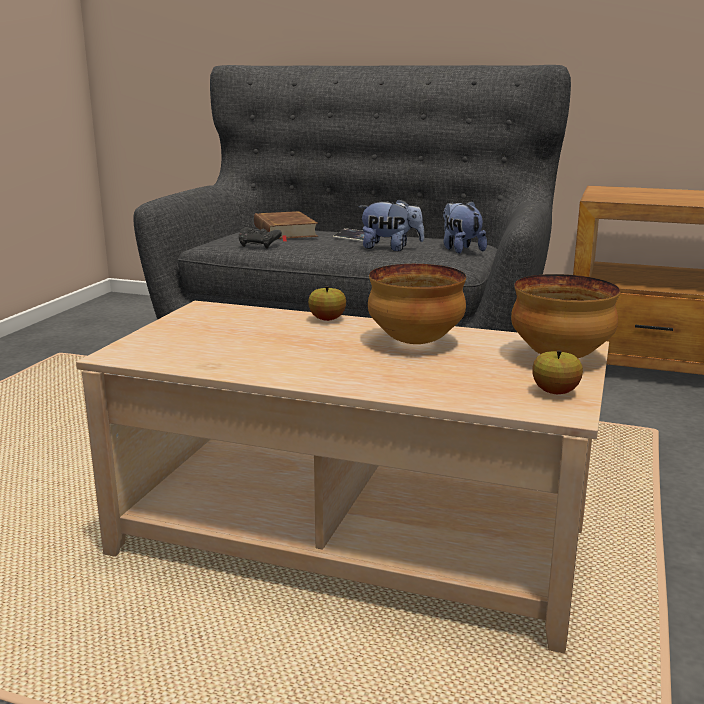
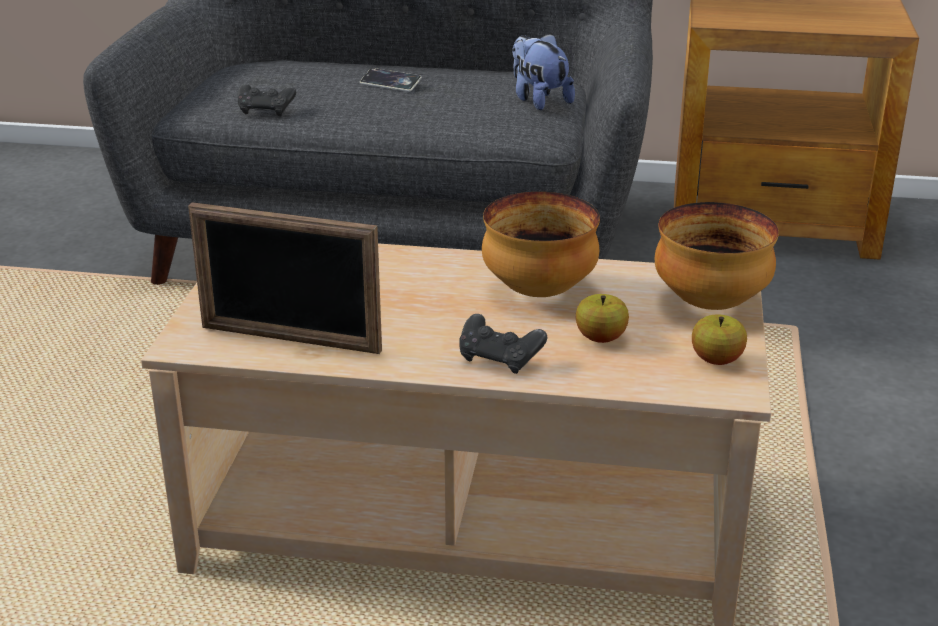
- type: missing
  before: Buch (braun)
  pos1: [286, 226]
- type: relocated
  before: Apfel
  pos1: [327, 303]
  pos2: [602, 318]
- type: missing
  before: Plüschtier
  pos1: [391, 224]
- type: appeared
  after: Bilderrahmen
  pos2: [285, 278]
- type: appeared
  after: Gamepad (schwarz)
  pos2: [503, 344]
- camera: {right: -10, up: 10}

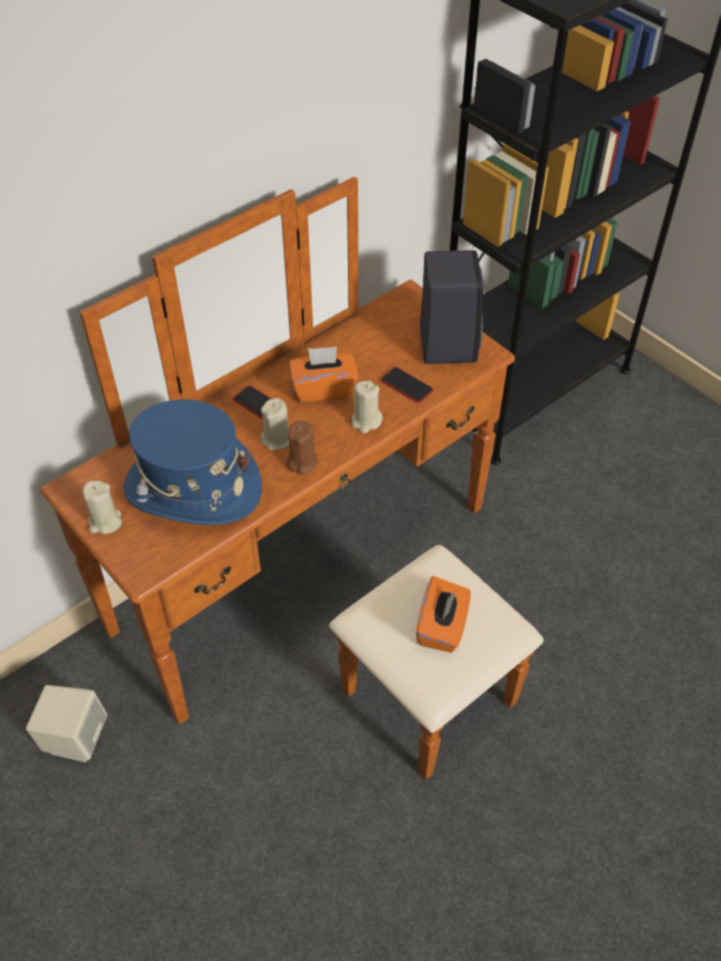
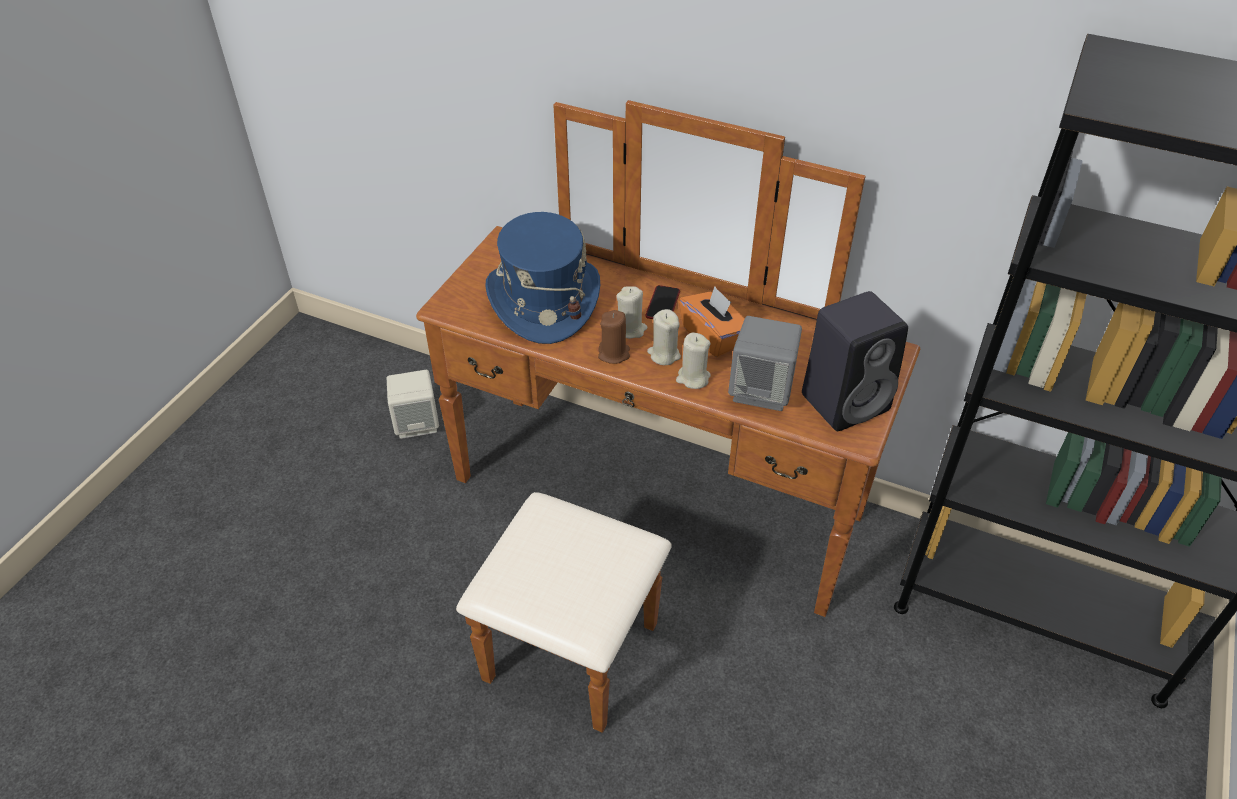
- type: relocated
  before: Kerze (beige)
  pos1: [102, 507]
  pos2: [664, 337]
- type: exchanged
  before: Handy
  after: Lautsprecher (grau)
  pos1: [407, 385]
  pos2: [765, 363]
- type: missing
  before: Taschentuchbox (orange)
  pos1: [443, 614]
- camera: {right: 65, up: -5}

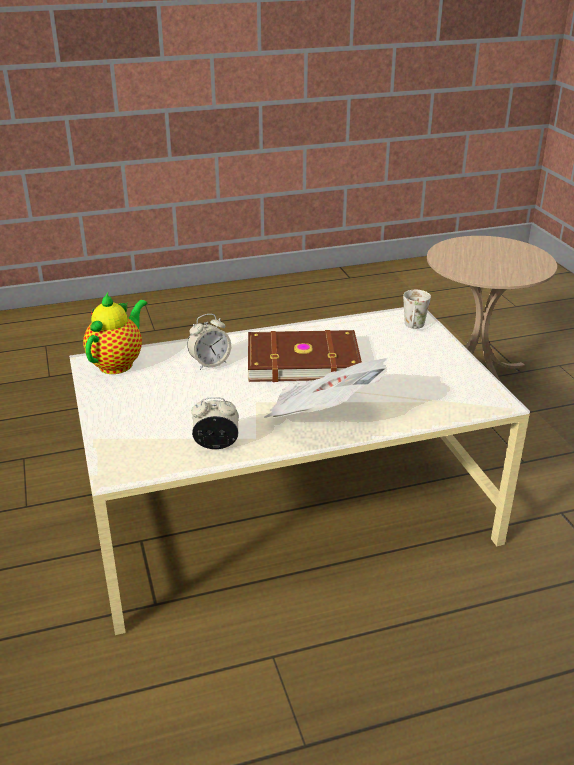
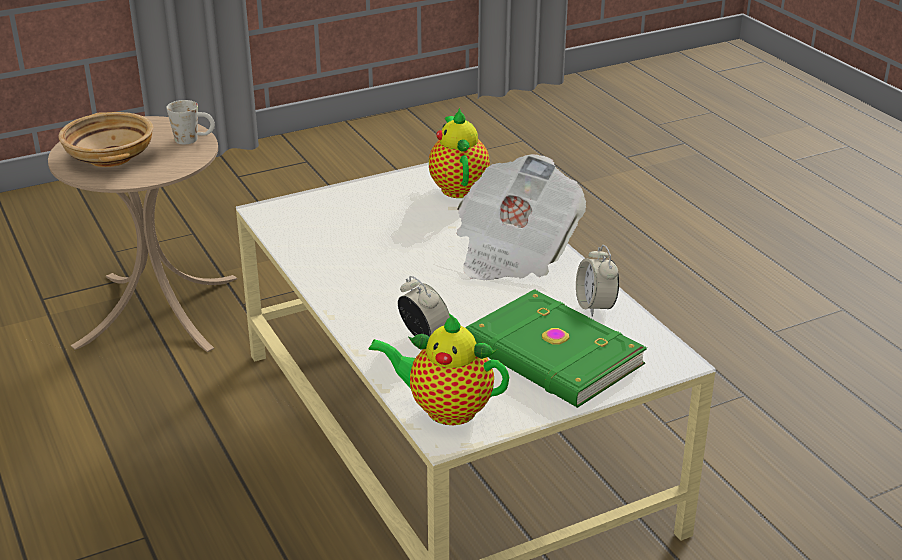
- type: missing
  before: Buch (braun)
  pos1: [305, 356]
- type: relocated
  before: Henkelbecher (weiß)
  pos1: [417, 309]
  pos2: [190, 122]
- type: appeared
  after: Schüssel (beige)
  pos2: [105, 139]
- type: appeared
  after: Teekanne
  pos2: [459, 153]
- type: appeared
  after: Buch (grün)
  pos2: [556, 348]
- camera: {right: -100, up: 0}

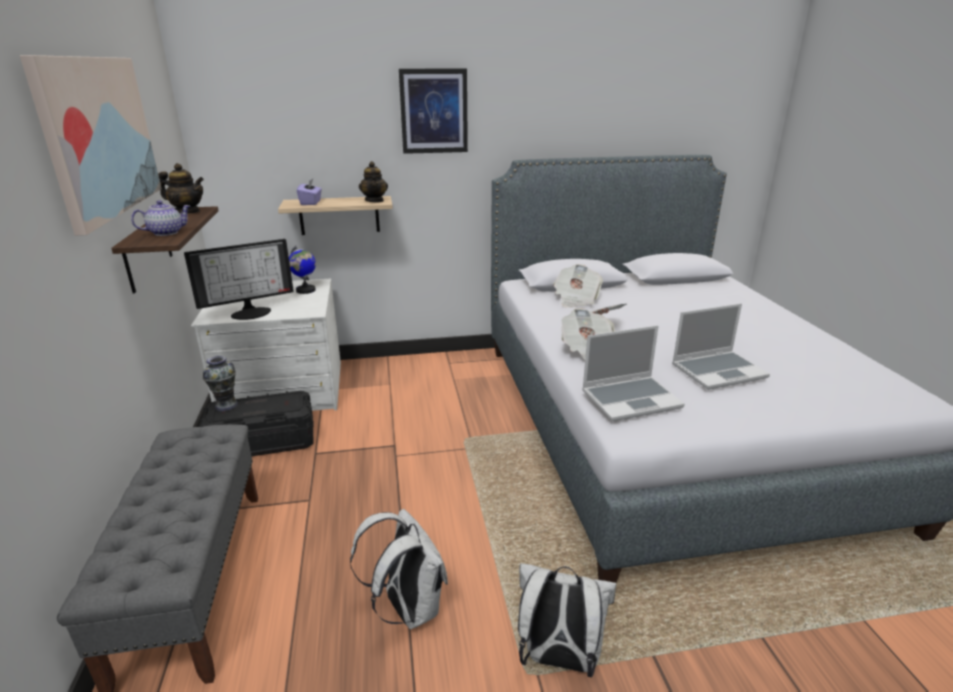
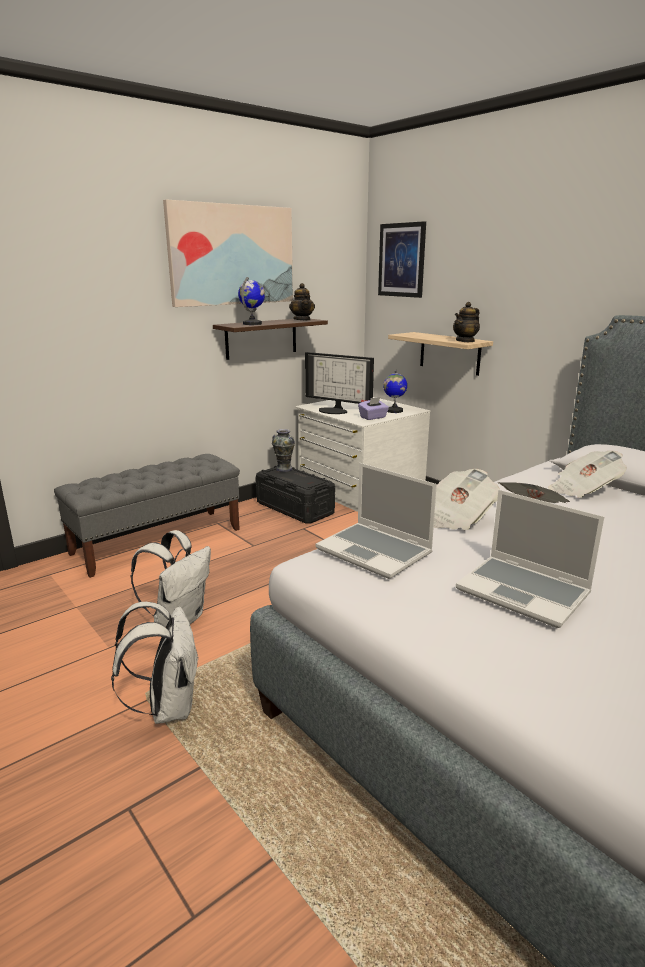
- type: exchanged
  before: Teekanne
  after: Globus
  pos1: [161, 218]
  pos2: [251, 301]
- type: relocated
  before: Taschentuchbox (lila)
  pos1: [309, 192]
  pos2: [373, 408]
- type: relocated
  before: Bild
  pos1: [433, 111]
  pos2: [402, 259]
- camera: {right: 60, up: -5}

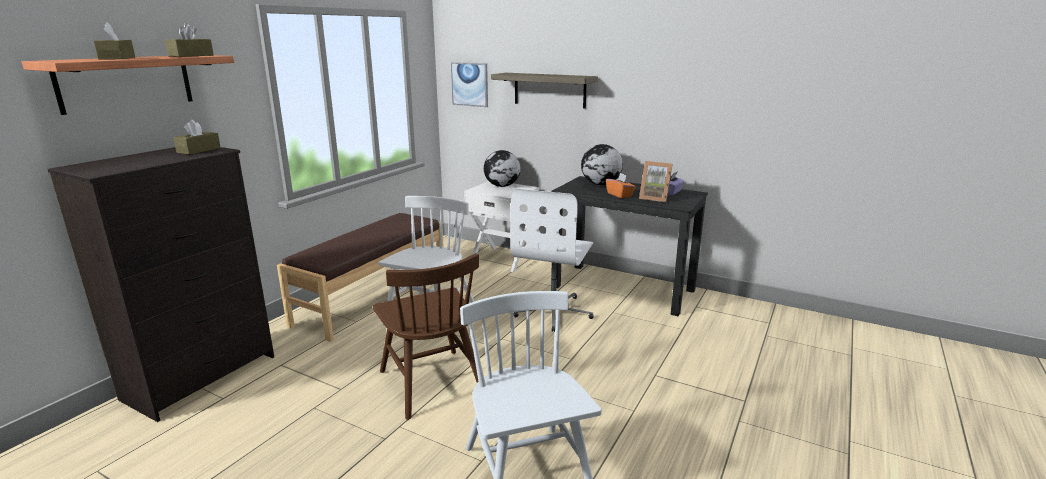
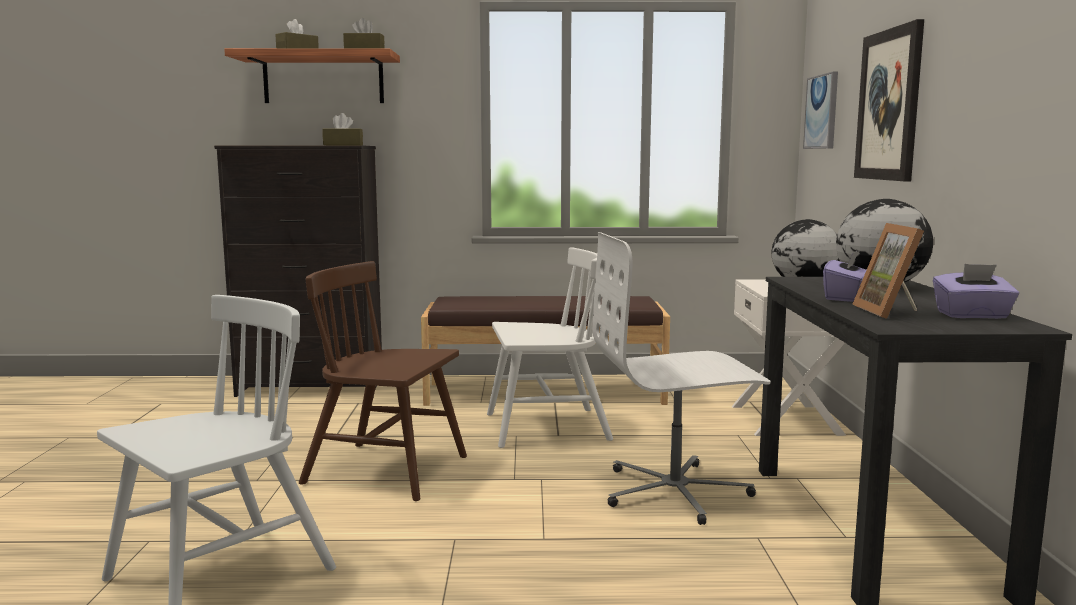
- type: spun
  before: Stuhl (braun)
  pos1: [426, 336]
  pos2: [383, 381]
  turn: 75
- type: exchanged
  before: Wandregal
  after: Bild
  pos1: [544, 90]
  pos2: [889, 100]
- type: colour
  before: Taschentuchbox (orange)
  after: Taschentuchbox (lila)
  pos1: [621, 185]
  pos2: [844, 276]
- camera: {right: 60, up: -10}

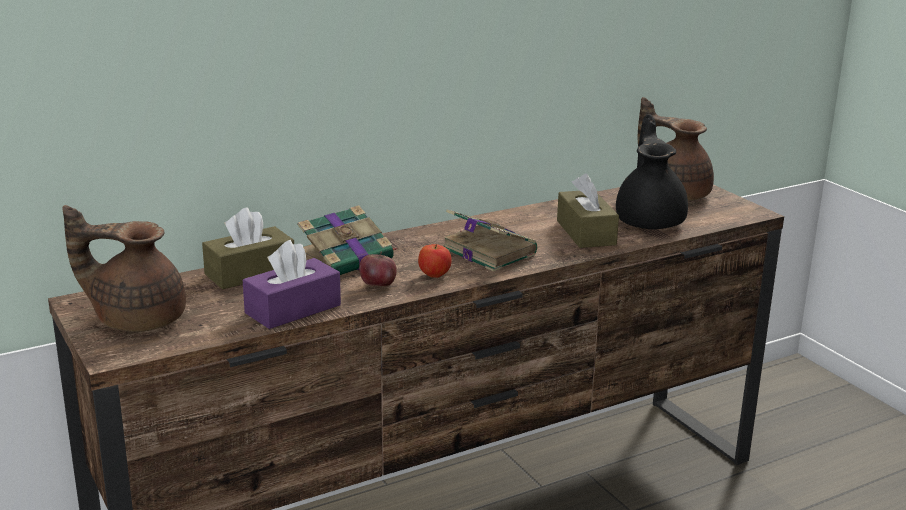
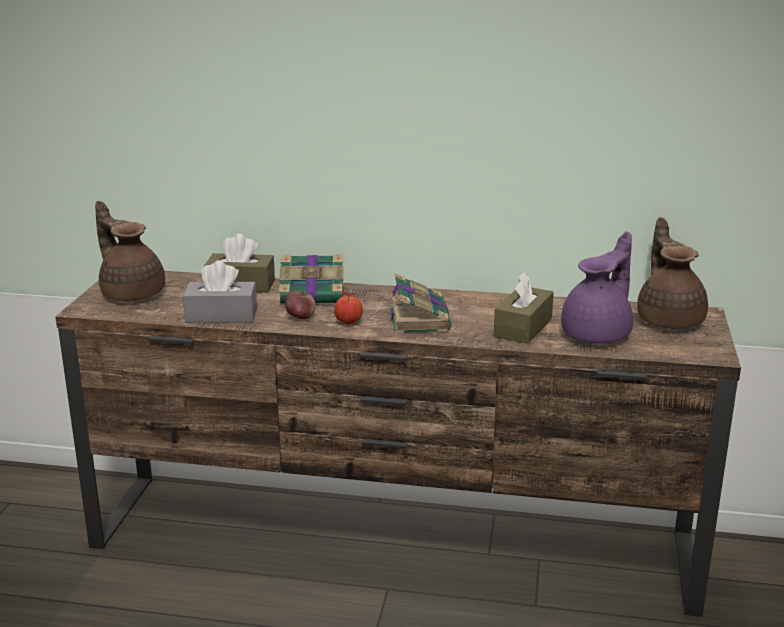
- type: colour
  before: Taschentuchbox (lila)
  after: Taschentuchbox (grau)
  pos1: [292, 284]
  pos2: [220, 291]
- type: colour
  before: Teekanne (schwarz)
  after: Teekanne (lila)
  pos1: [652, 171]
  pos2: [597, 287]
- camera: {right: 40, up: 0}

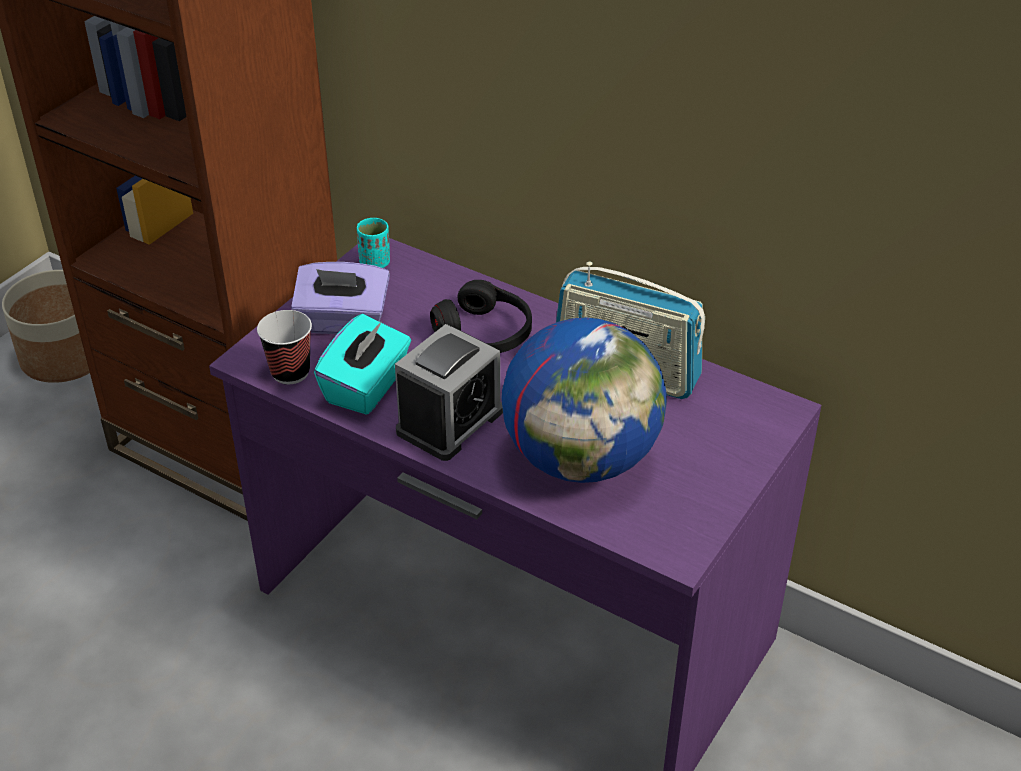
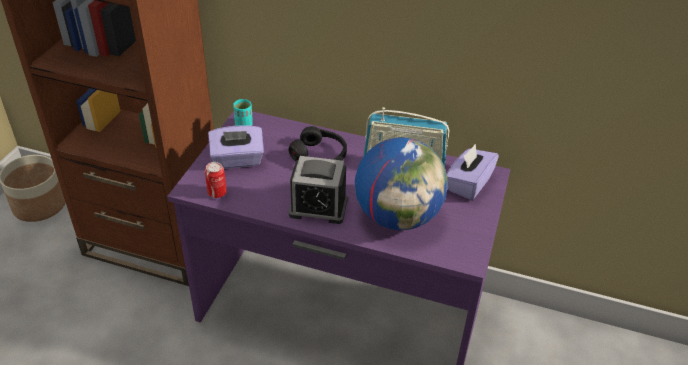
- type: exchanged
  before: Tasse
  after: Dose
  pos1: [284, 347]
  pos2: [216, 180]
- type: missing
  before: Taschentuchbox (türkis)
  pos1: [362, 364]
- type: spun
  before: Wecker
  pos1: [449, 392]
  pos2: [318, 190]
  turn: 75
- type: appeared
  after: Taschentuchbox (lila)
  pos2: [473, 172]
- camera: {right: -15, up: 0}

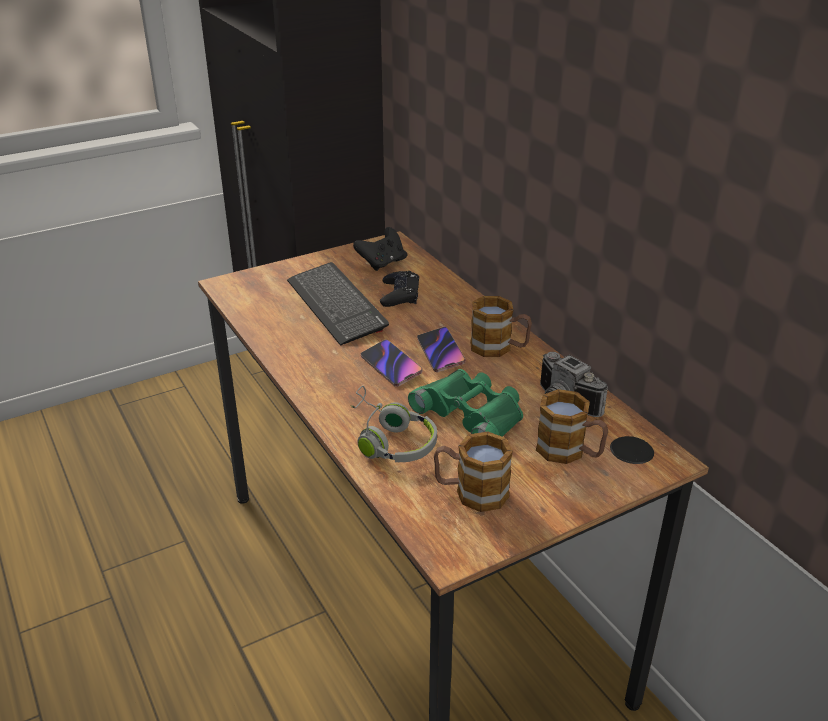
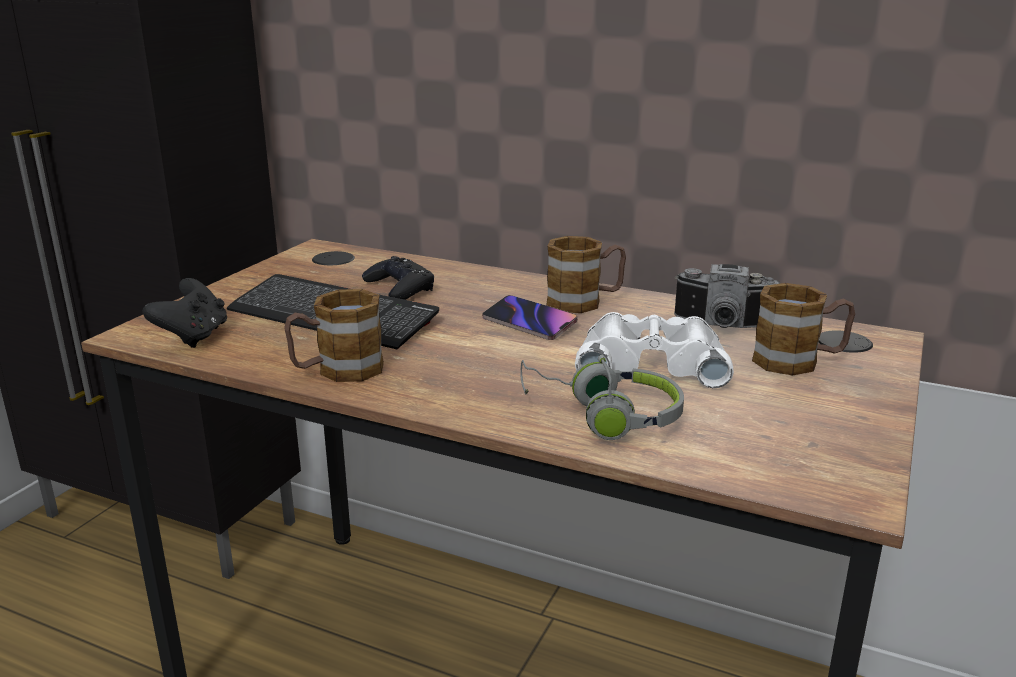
- type: relocated
  before: Gamepad (schwarz)
  pos1: [378, 249]
  pos2: [185, 313]
- type: missing
  before: Handy
  pos1: [391, 363]
- type: colour
  before: Fernglas (grün)
  after: Fernglas (weiß)
  pos1: [465, 403]
  pos2: [654, 350]
- type: relocated
  before: Henkelbecher
  pos1: [473, 472]
  pos2: [334, 335]
- camera: {right: -35, up: -10}

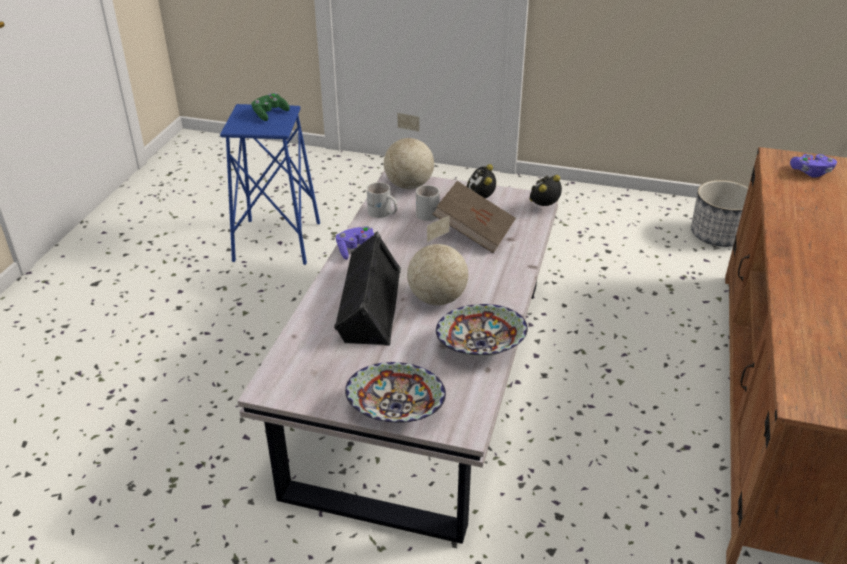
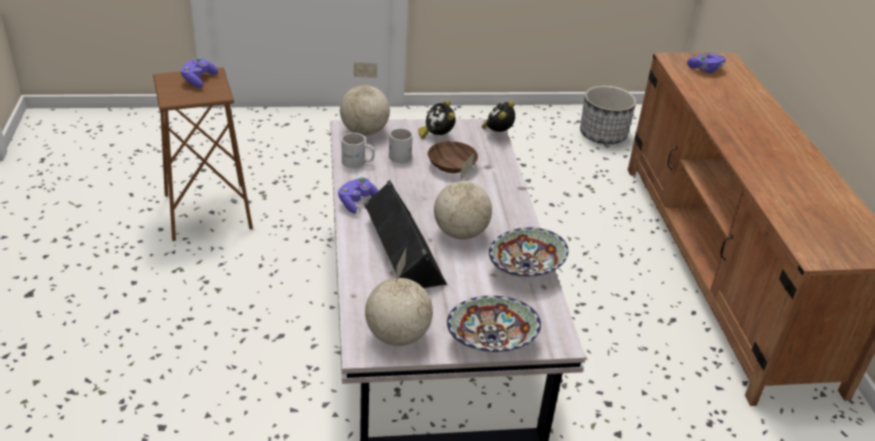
- type: colour
  before: Hocker (blau)
  after: Hocker (braun)
  pos1: [270, 184]
  pos2: [203, 154]
- type: colour
  before: Gamepad (grün)
  after: Gamepad (lila)
  pos1: [270, 107]
  pos2: [199, 72]
- type: exchanged
  before: Buch (braun)
  after: Schüssel (braun)
  pos1: [474, 217]
  pos2: [453, 157]
- type: appeared
  after: Globus
  pos2: [399, 297]
- camera: {right: -25, up: 0}

